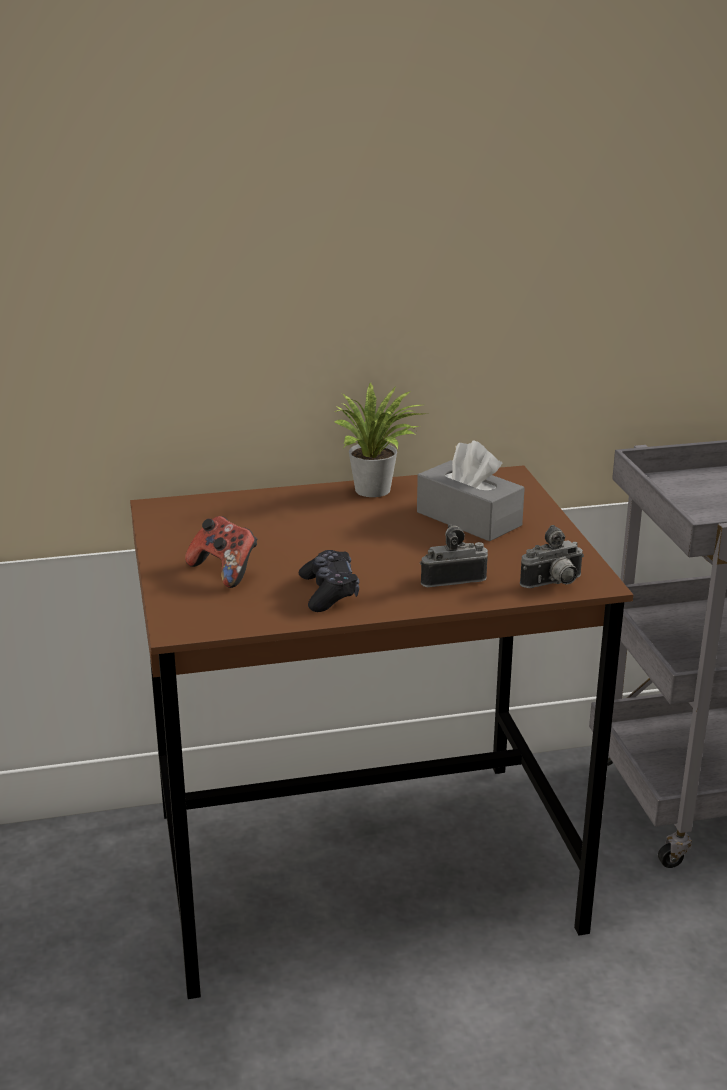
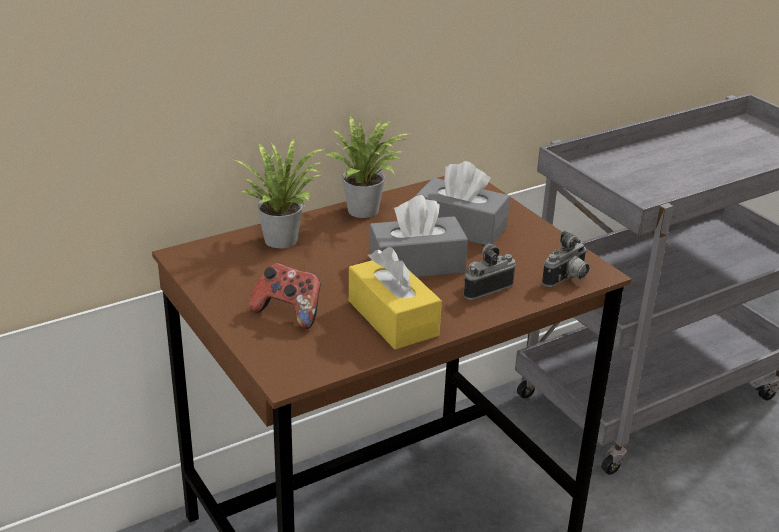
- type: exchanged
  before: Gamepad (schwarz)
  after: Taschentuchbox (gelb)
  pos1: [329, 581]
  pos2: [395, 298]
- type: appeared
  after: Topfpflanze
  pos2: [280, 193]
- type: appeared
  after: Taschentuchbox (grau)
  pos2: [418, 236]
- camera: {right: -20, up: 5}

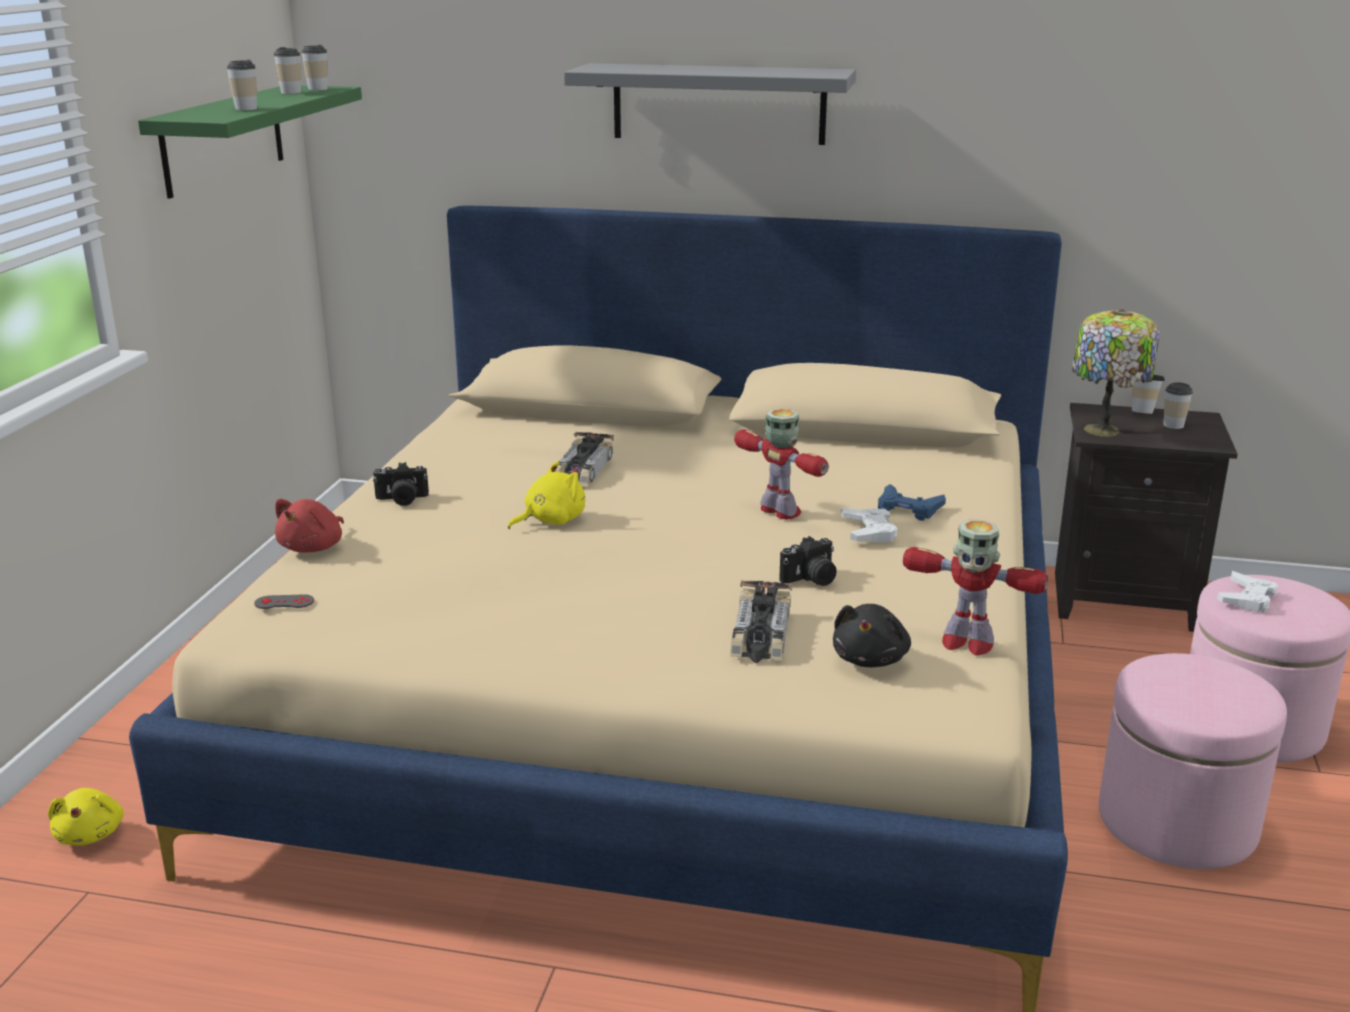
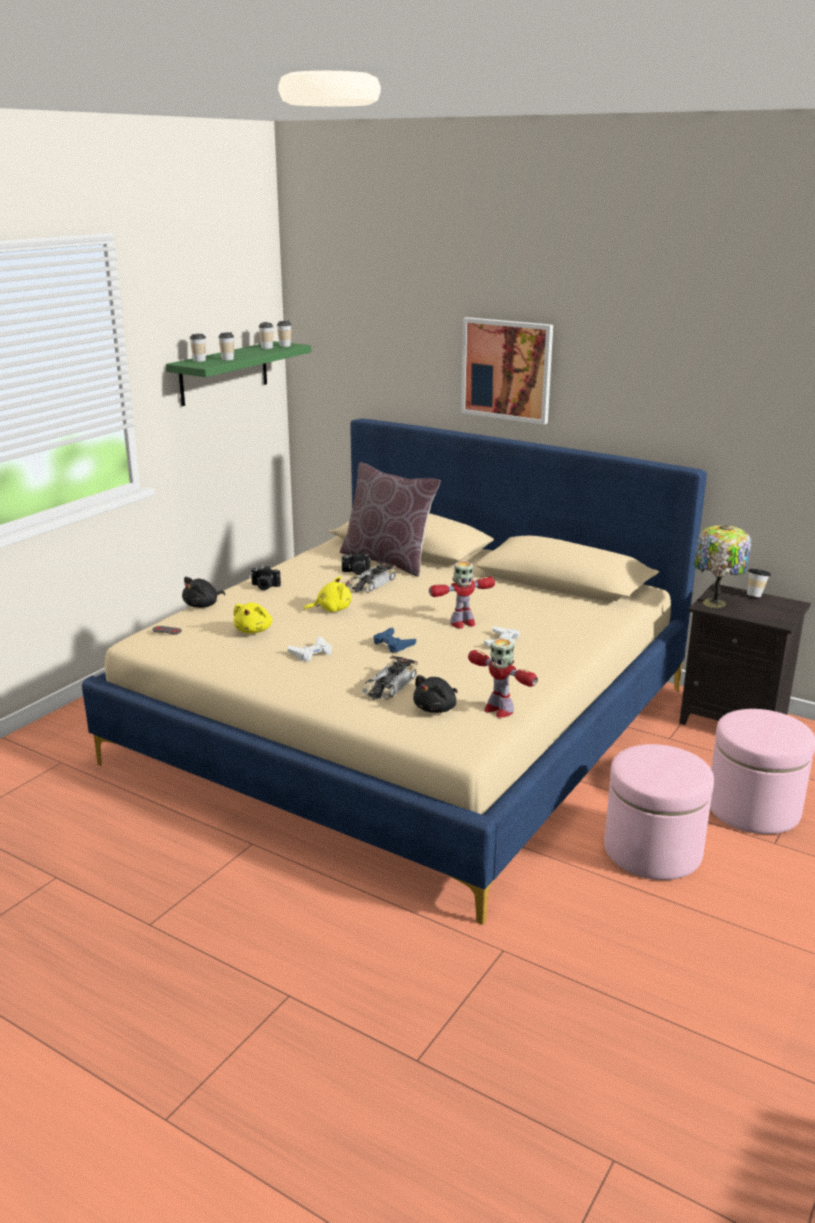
- type: relocated
  before: Plüschtier (gelb)
  pos1: [86, 816]
  pos2: [253, 618]
- type: colour
  before: Plüschtier (rot)
  after: Plüschtier (schwarz)
  pos1: [309, 526]
  pos2: [203, 592]
- type: exchanged
  before: Wandregal (grau)
  after: Bild
  pos1: [710, 104]
  pos2: [507, 371]
- type: spun
  before: Spielzeugroboter
  pos1: [781, 464]
  pos2: [462, 595]
  turn: 90
- type: relocated
  before: Kamera
  pos1: [808, 561]
  pos2: [356, 563]
- type: relocated
  before: Gamepad (blau)
  pos1: [912, 502]
  pos2: [394, 640]
- type: relocated
  before: Tasse
  pos1: [1178, 405]
  pos2: [198, 348]
- type: relocated
  before: Gamepad (weiß)
  pos1: [1247, 592]
  pos2: [310, 649]
- type: appeared
  after: Kissen (braun)
  pos2: [390, 519]
- camera: {right: 20, up: 0}

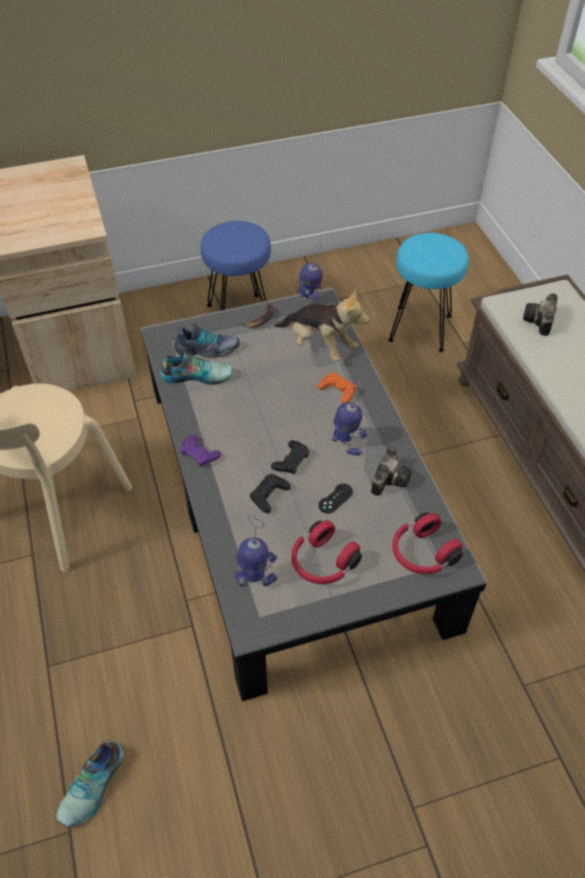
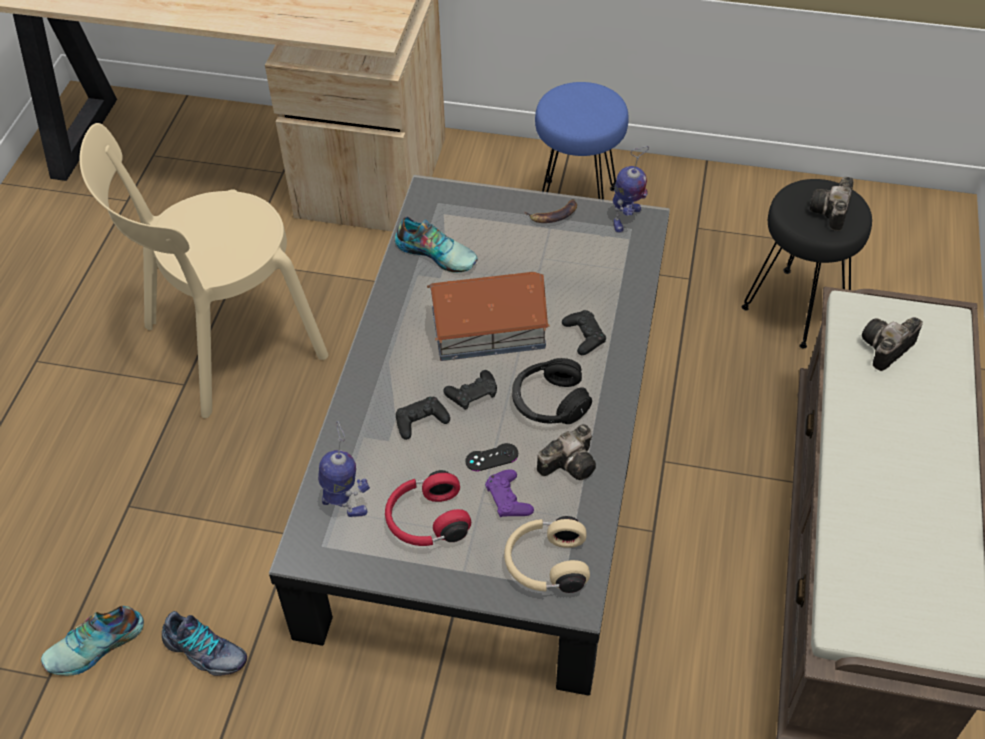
- type: relocated
  before: Schuh
  pos1: [207, 341]
  pos2: [204, 643]
- type: relocated
  before: Gamepad (lila)
  pos1: [200, 451]
  pos2: [509, 493]
- type: missing
  before: Plüschtier
  pos1: [321, 325]
- type: colour
  before: Gamepad (orange)
  after: Gamepad (schwarz)
  pos1: [337, 388]
  pos2: [584, 332]
- type: exchanged
  before: Spielzeugroboter
  after: Kopfhörer (schwarz)
  pos1: [349, 418]
  pos2: [552, 391]
- type: colour
  before: Hocker (türkis)
  after: Hocker (schwarz)
  pos1: [428, 292]
  pos2: [807, 263]
- type: colour
  before: Kopfhörer (rot)
  after: Kopfhörer (beige)
  pos1: [427, 543]
  pos2: [547, 554]
- type: appeared
  after: Spielzeughaus
  pos2: [488, 316]
- type: appeared
  after: Kamera
  pos2: [831, 204]
- camera: {right: 30, up: 0}

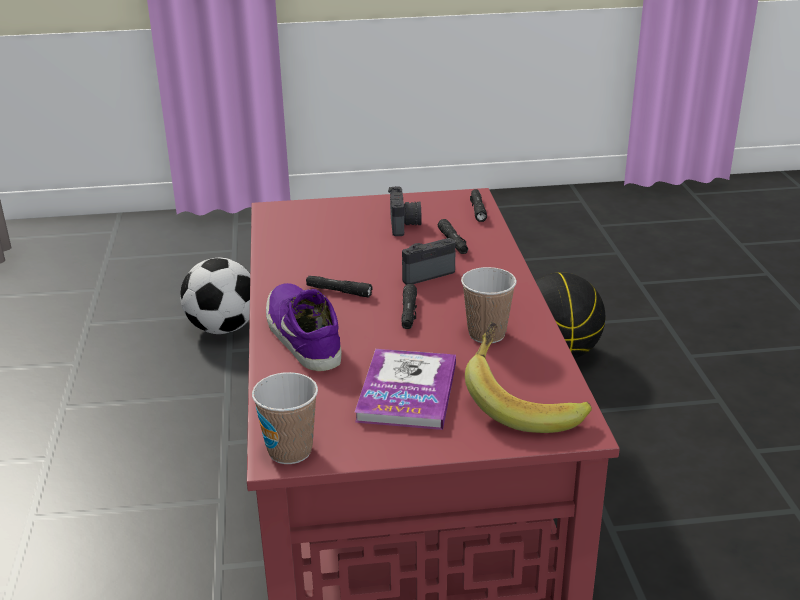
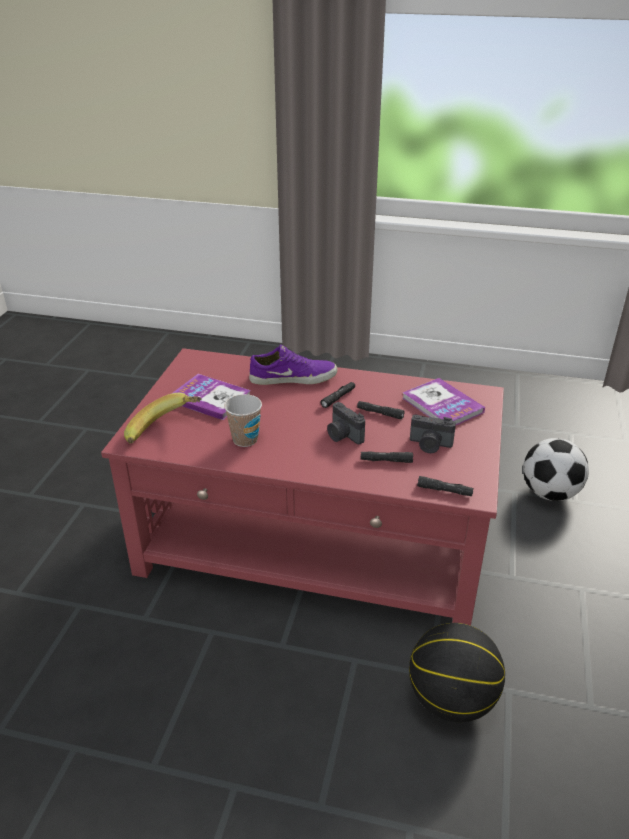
- type: missing
  before: Tasse
  pos1: [285, 418]
- type: relocated
  before: Taschenlampe (schwarz)
  pos1: [409, 306]
  pos2: [381, 410]
- type: spun
  before: Kamera
  pos1: [428, 261]
  pos2: [346, 423]
  turn: 150
- type: appeared
  after: Buch
  pos2: [443, 401]
- camera: {right: 110, up: 5}

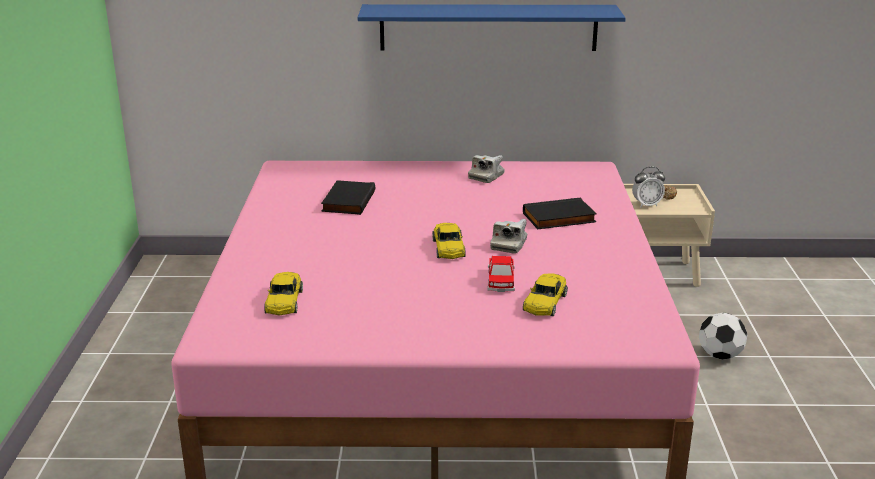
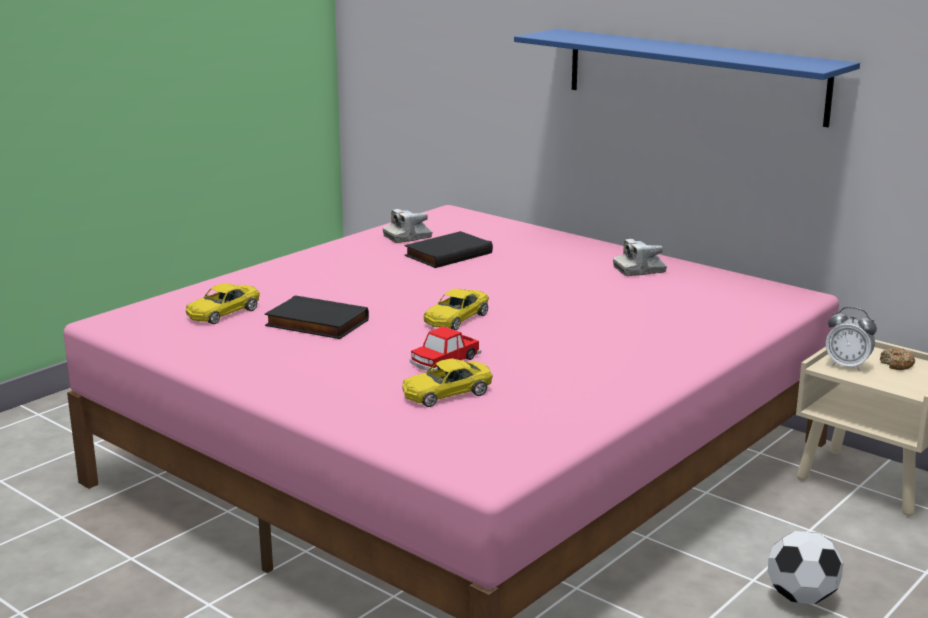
- type: relocated
  before: Kamera
  pos1: [508, 236]
  pos2: [408, 226]
- type: relocated
  before: Buch (schwarz)
  pos1: [560, 213]
  pos2: [317, 317]
- camera: {right: 40, up: -5}

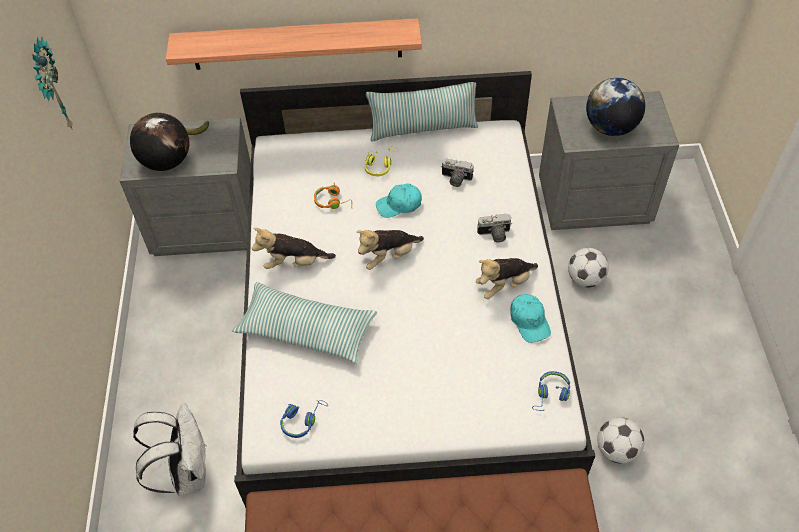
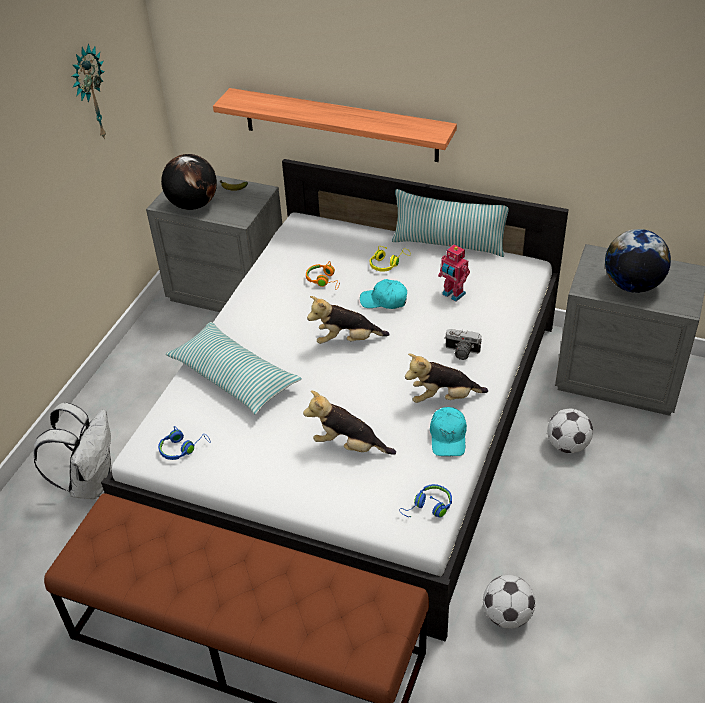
- type: relocated
  before: Plüschtier
  pos1: [294, 248]
  pos2: [349, 422]
- type: exchanged
  before: Kamera
  after: Spielzeugroboter
  pos1: [457, 173]
  pos2: [454, 273]
- camera: {right: 25, up: -10}

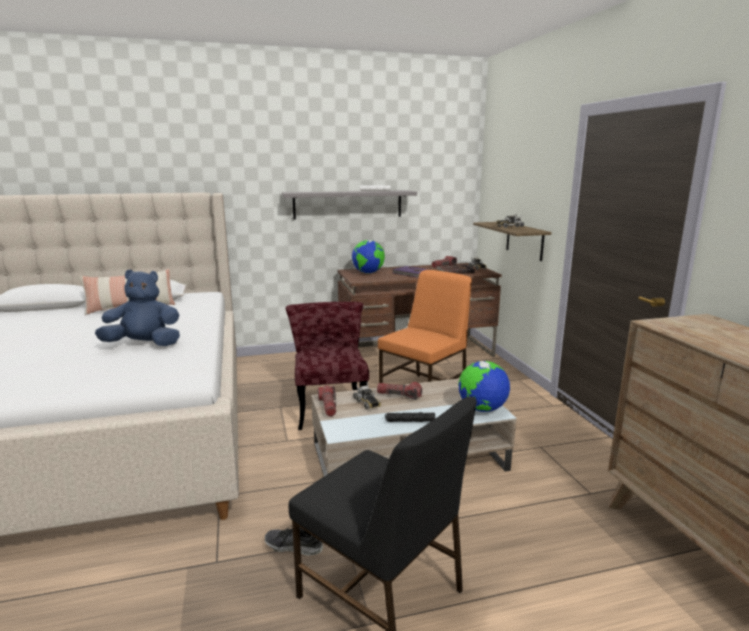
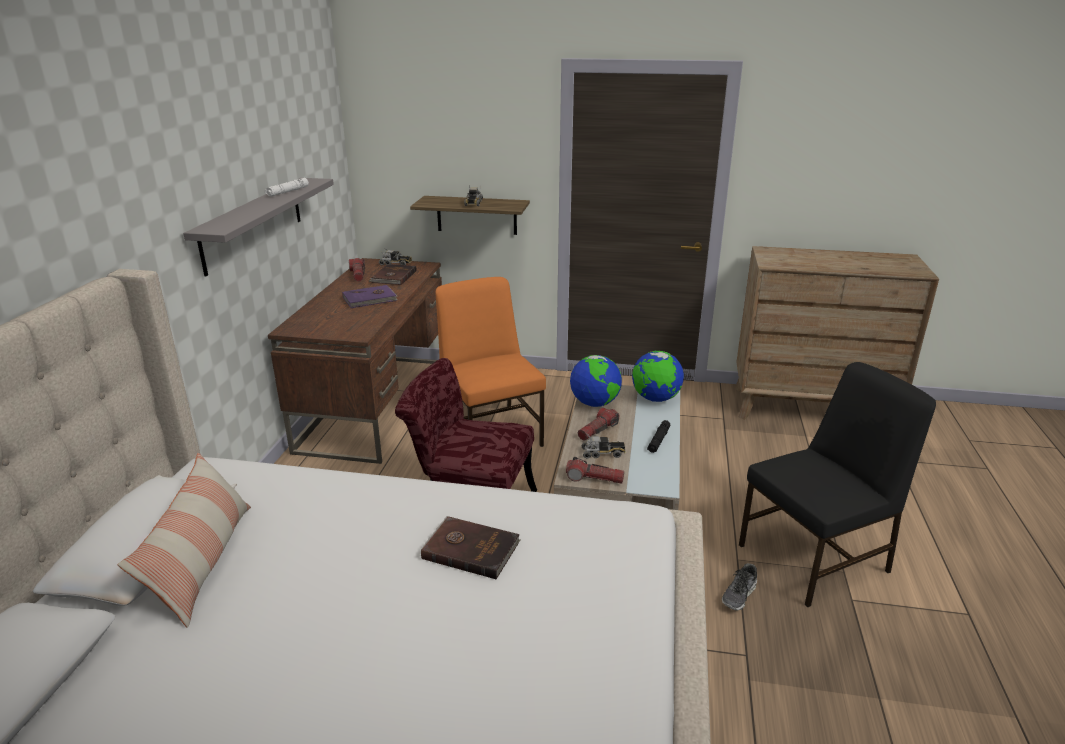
- type: exchanged
  before: Plüschtier (blau)
  after: Buch (braun)
  pos1: [137, 307]
  pos2: [470, 547]
- type: relocated
  before: Globus
  pos1: [368, 257]
  pos2: [596, 381]
- camera: {right: -65, up: 10}

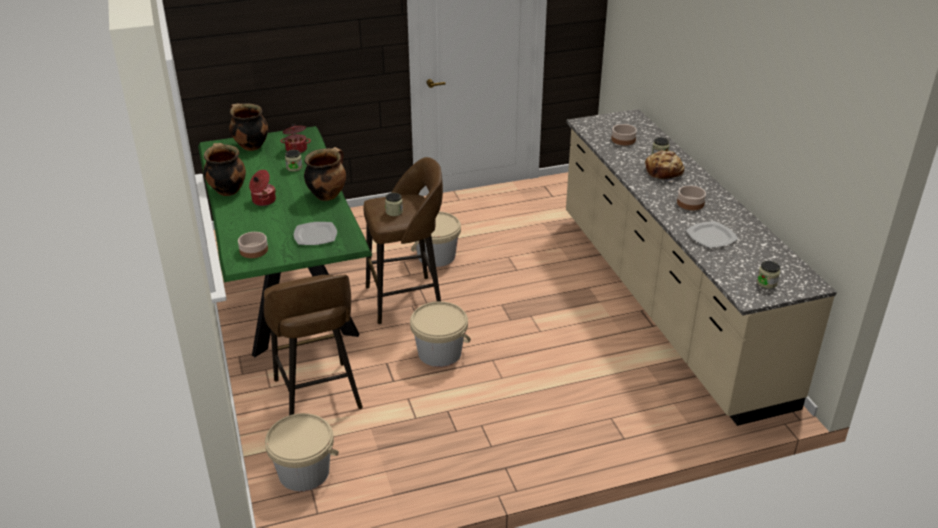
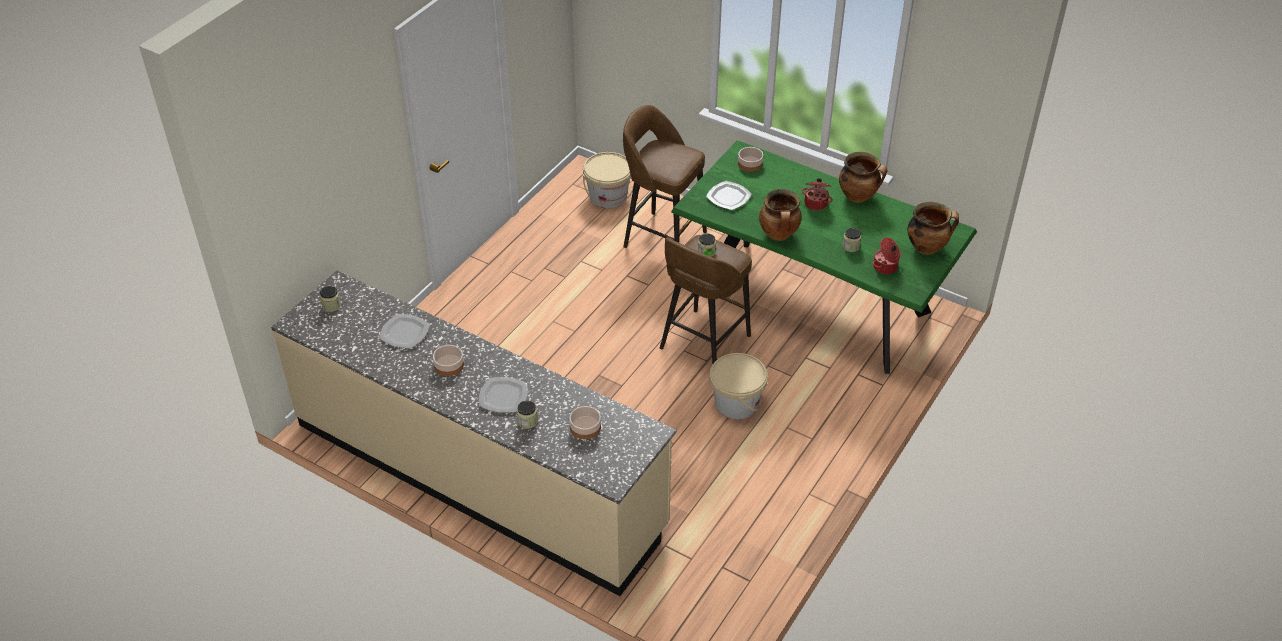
- type: missing
  before: Eimer (beige)
  pos1: [440, 334]
- type: exchanged
  before: Brot
  after: Teller
  pos1: [665, 166]
  pos2: [503, 395]
- camera: {right: 140, up: 10}

